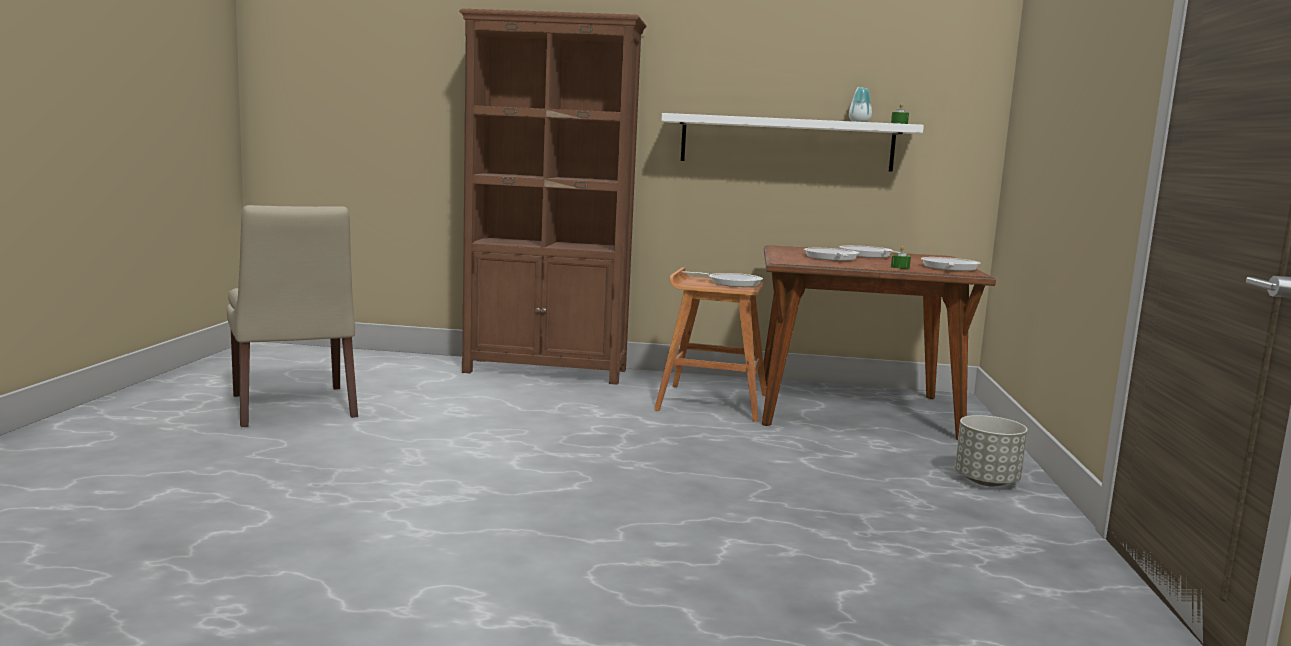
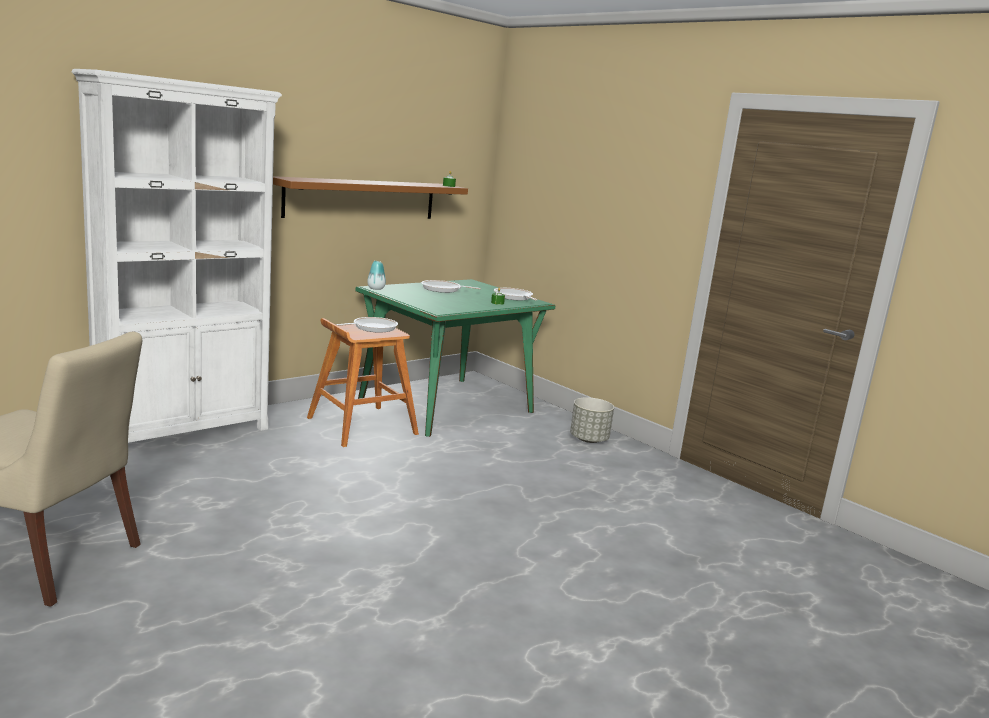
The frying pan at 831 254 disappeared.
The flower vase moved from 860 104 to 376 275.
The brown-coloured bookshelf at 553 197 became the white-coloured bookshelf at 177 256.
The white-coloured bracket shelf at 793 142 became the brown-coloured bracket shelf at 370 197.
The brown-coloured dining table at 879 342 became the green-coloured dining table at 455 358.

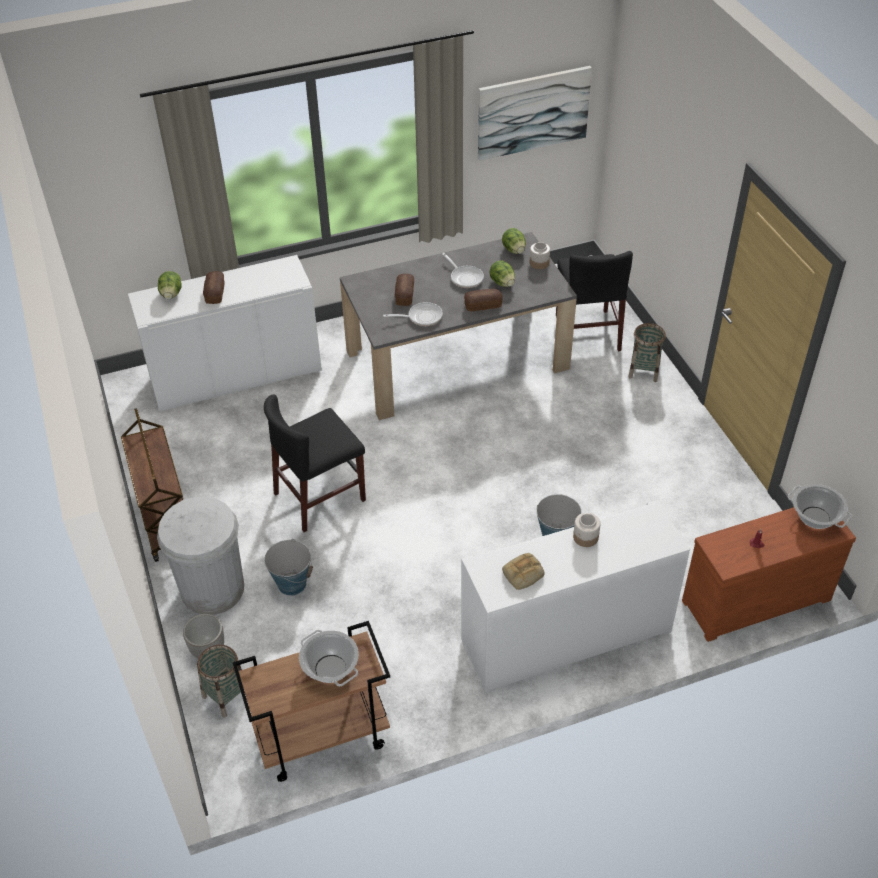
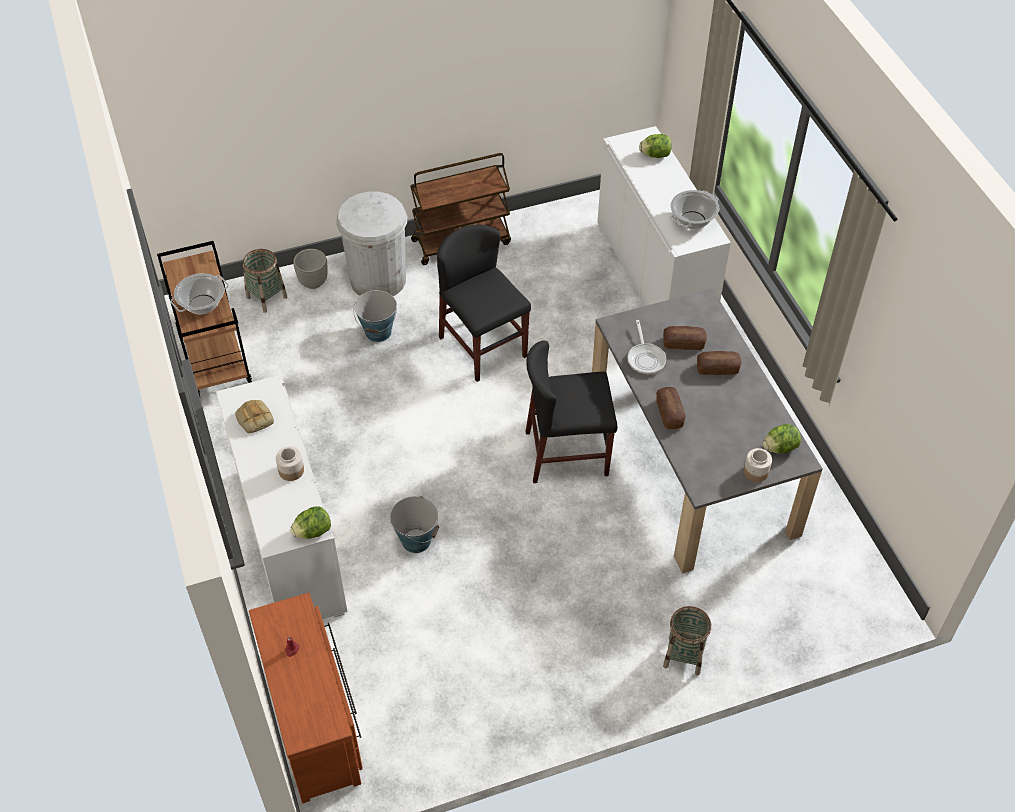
The frying pan at 463 270 disappeared.
The picture at 535 113 disappeared.
The baked bread moved from 214 287 to 719 363.
The lettuce moved from 502 273 to 310 523.
The blackish chair moved from 594 301 to 571 412.
The stockpot moved from 820 506 to 695 209.

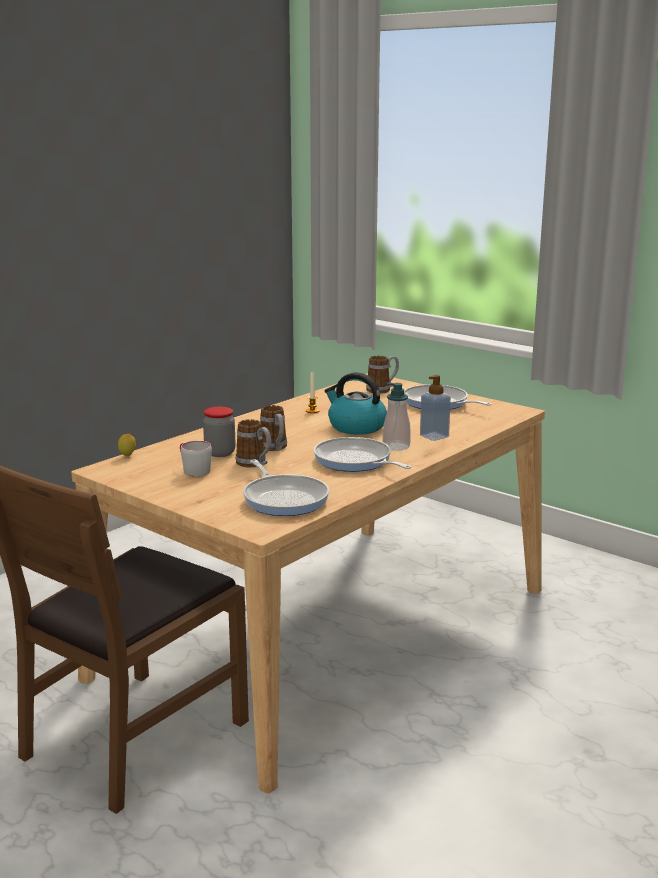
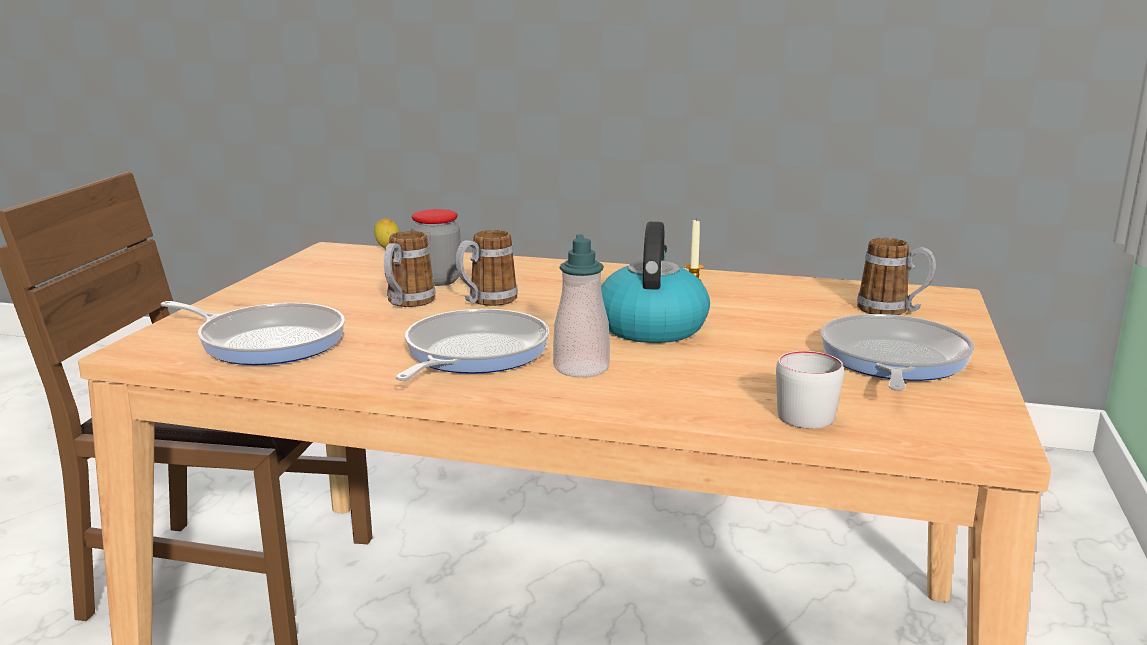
The liquid soap bottle at 435 408 disappeared.
The gray mug moved from 196 458 to 810 390.
The frying pan at 286 488 turned 105 degrees counterclockwise.

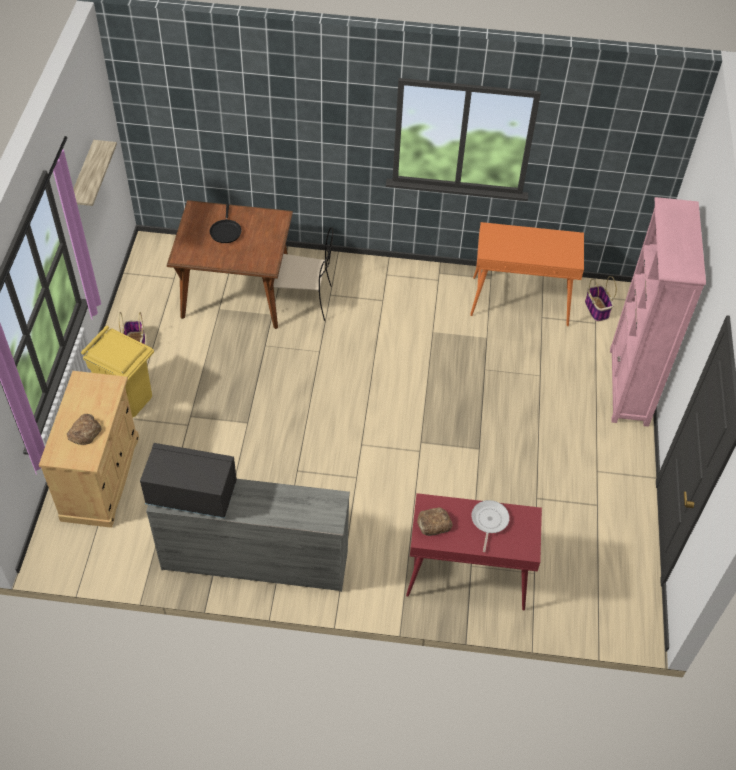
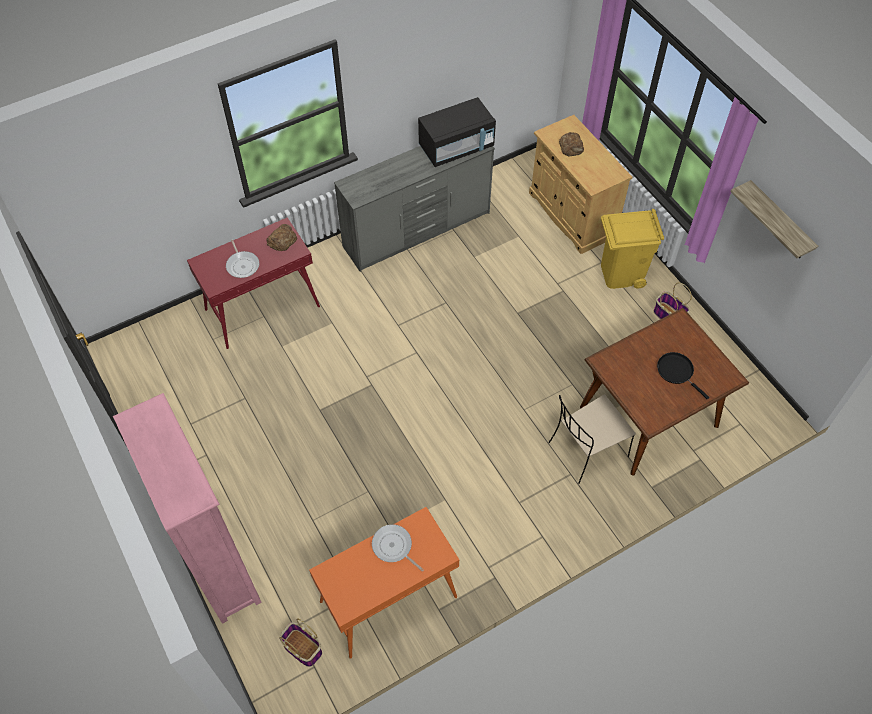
The frying pan at 398 548 appeared.

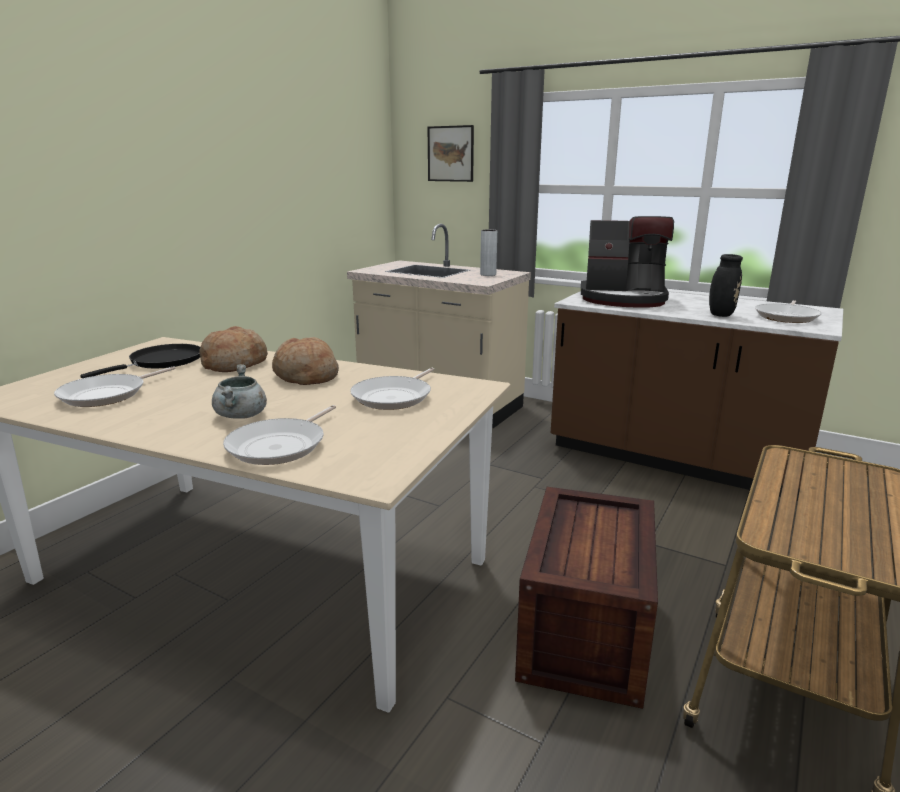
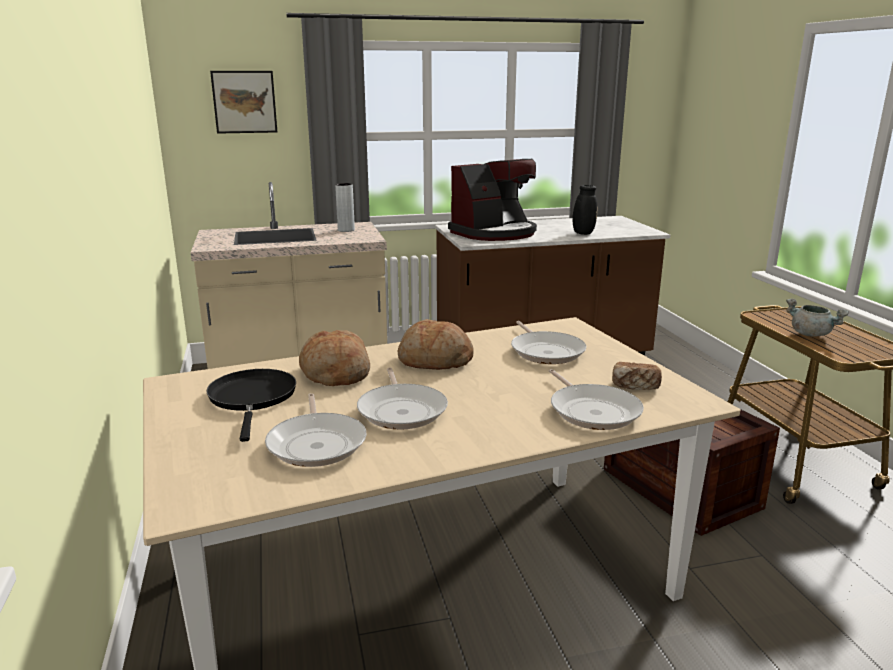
The baked bread at 637 376 appeared.
The gray stockpot moved from 239 391 to 817 317.
The frying pan moved from 788 311 to 402 398.

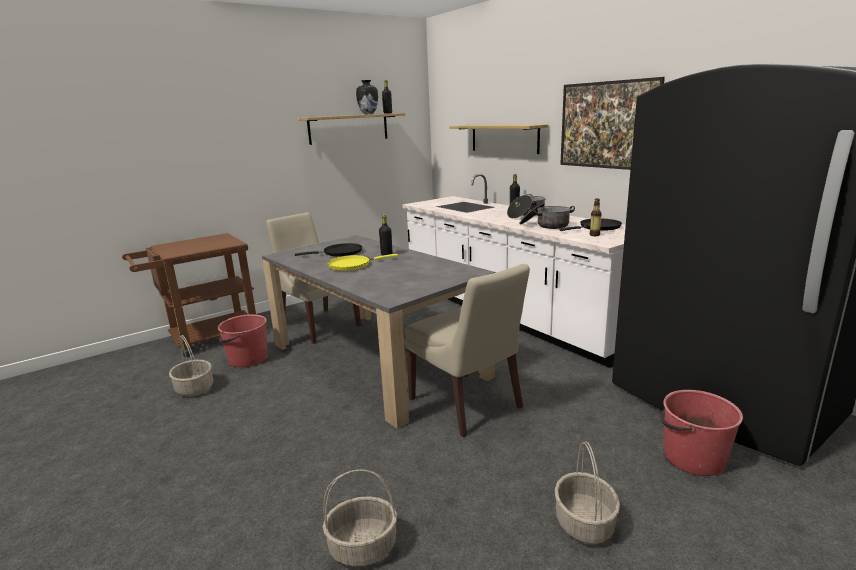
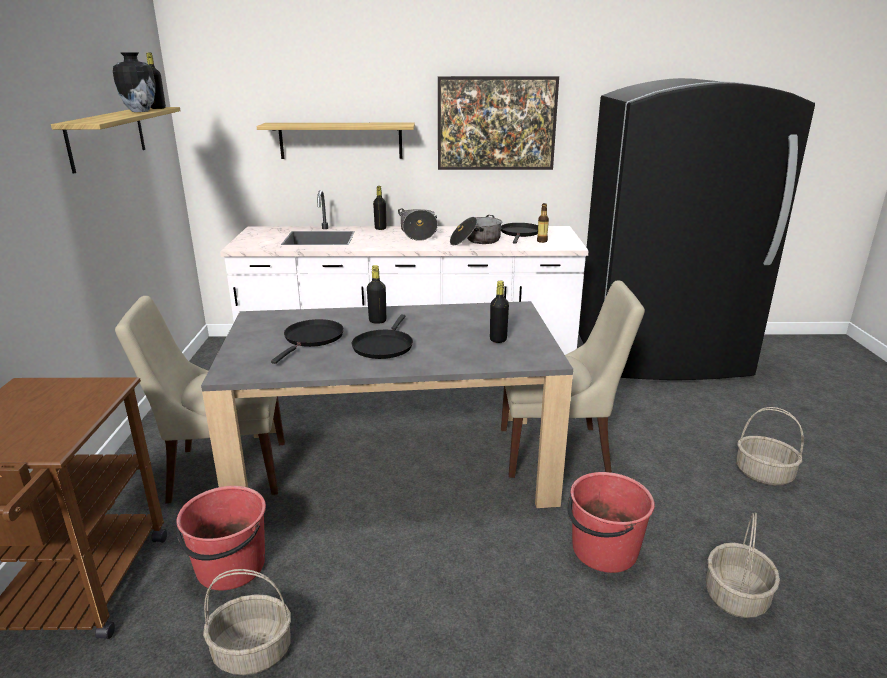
The blackish drink bottle at 499 311 appeared.
The reddish bucket moved from 701 433 to 611 522.
The yellow frying pan at 362 262 became the blackish frying pan at 382 337.

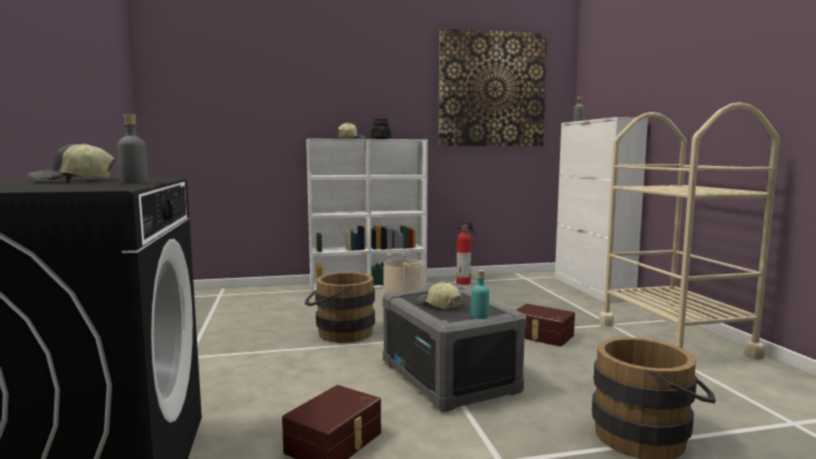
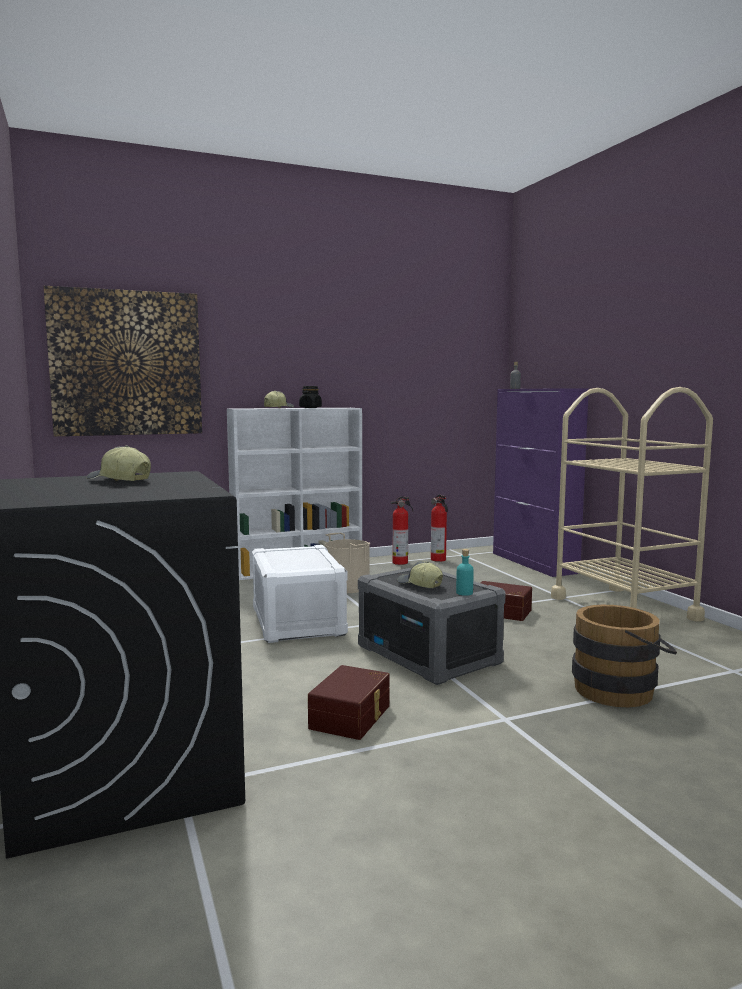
The gray drink bottle at 132 149 disappeared.
The extinguisher at 439 528 appeared.
The picture moved from 492 87 to 122 361.
The brown-coloured bucket at 340 307 was replaced by the white-coloured storage bin at 300 594.
The white-coloured storage cabinet at 601 210 became the purple storage cabinet at 541 482.
The cap at 71 162 turned 60 degrees clockwise.

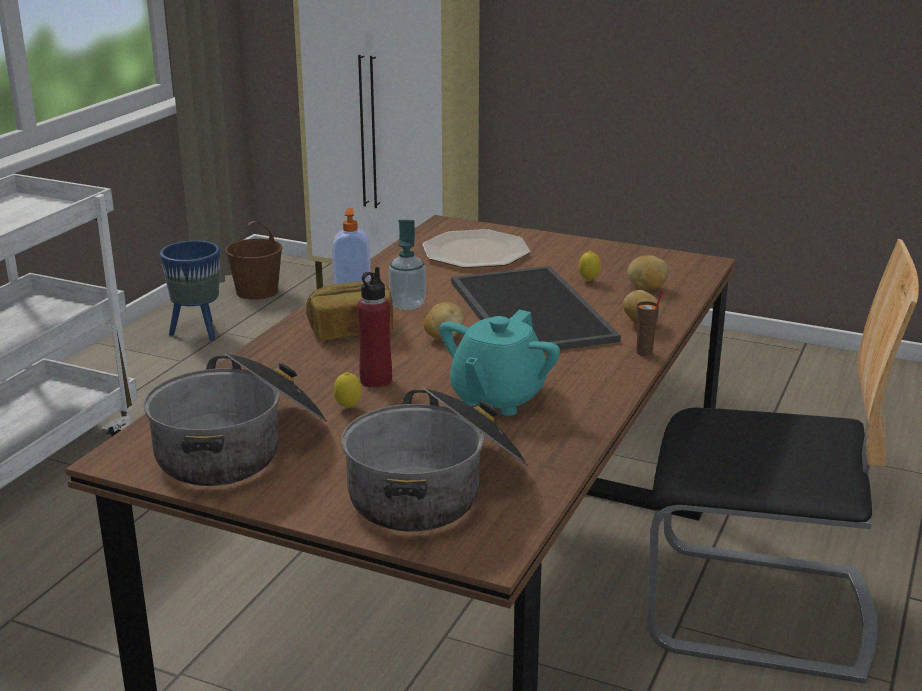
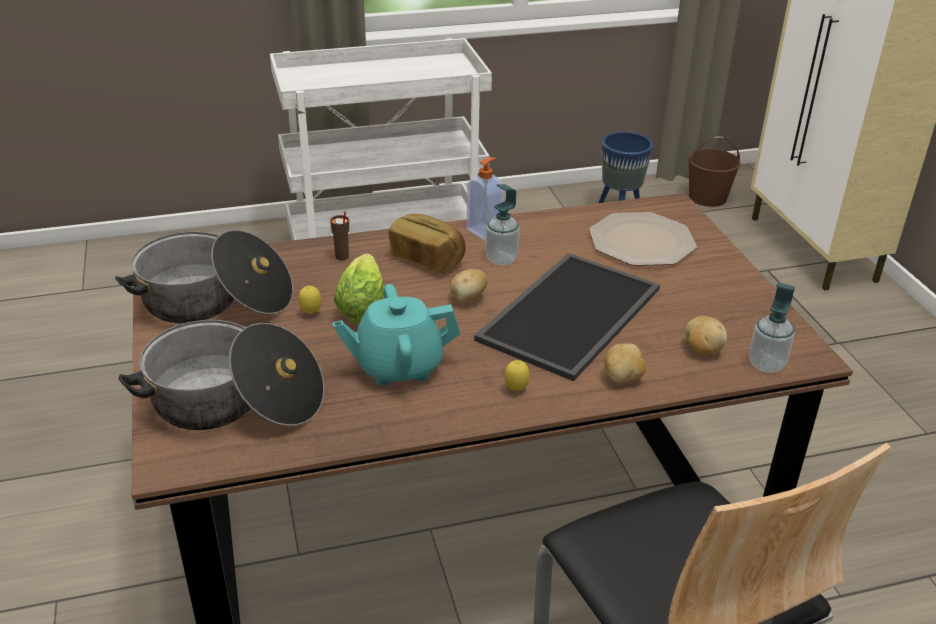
The liquid soap bottle at 772 327 appeared.
The whole lemon moved from 590 266 to 517 375.
The brown-coloured small cup moved from 650 323 to 339 236.
The reddish drink bottle at 374 327 was replaced by the lettuce at 359 289.

